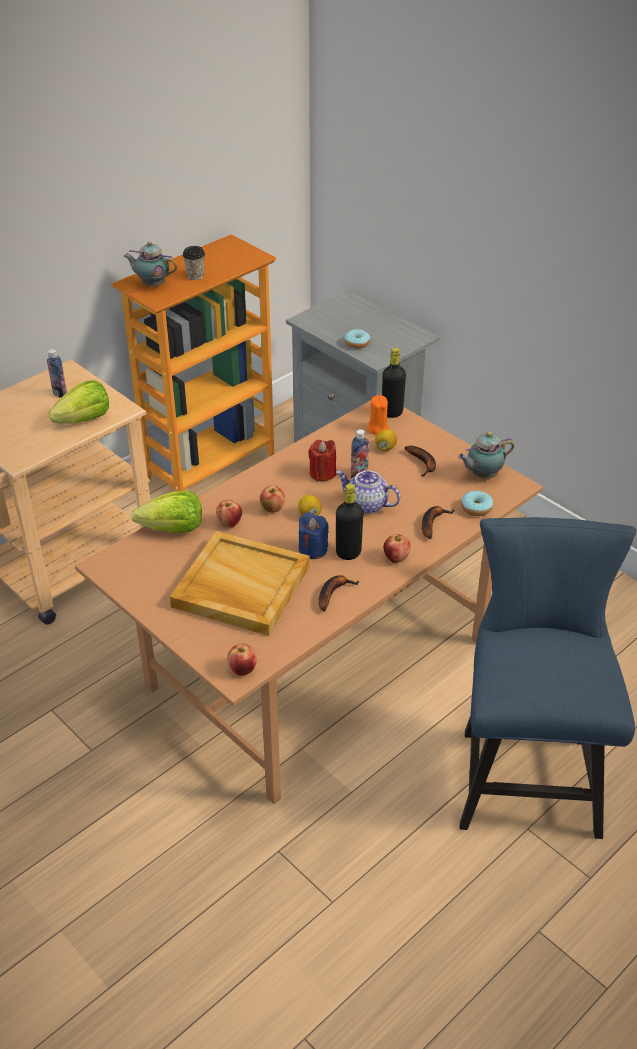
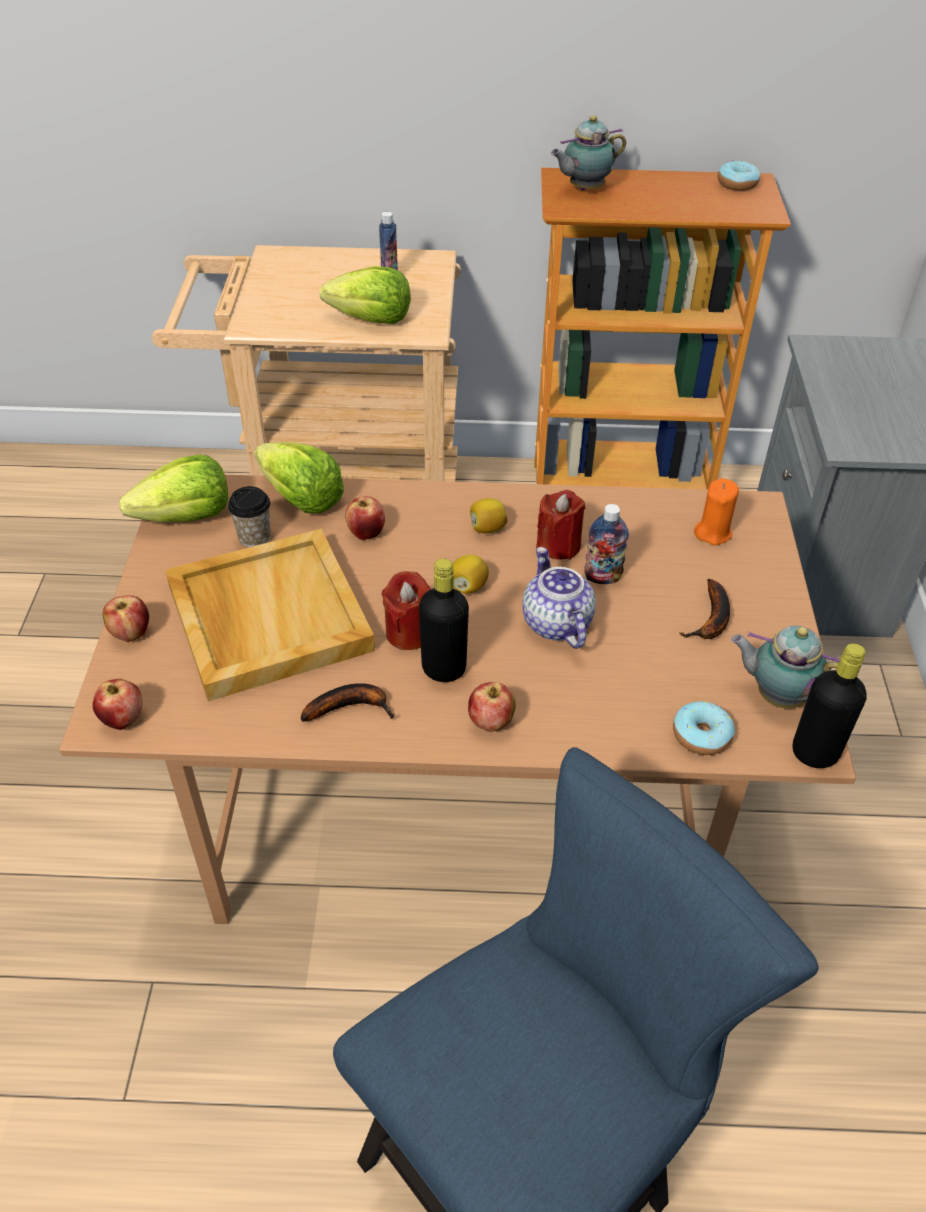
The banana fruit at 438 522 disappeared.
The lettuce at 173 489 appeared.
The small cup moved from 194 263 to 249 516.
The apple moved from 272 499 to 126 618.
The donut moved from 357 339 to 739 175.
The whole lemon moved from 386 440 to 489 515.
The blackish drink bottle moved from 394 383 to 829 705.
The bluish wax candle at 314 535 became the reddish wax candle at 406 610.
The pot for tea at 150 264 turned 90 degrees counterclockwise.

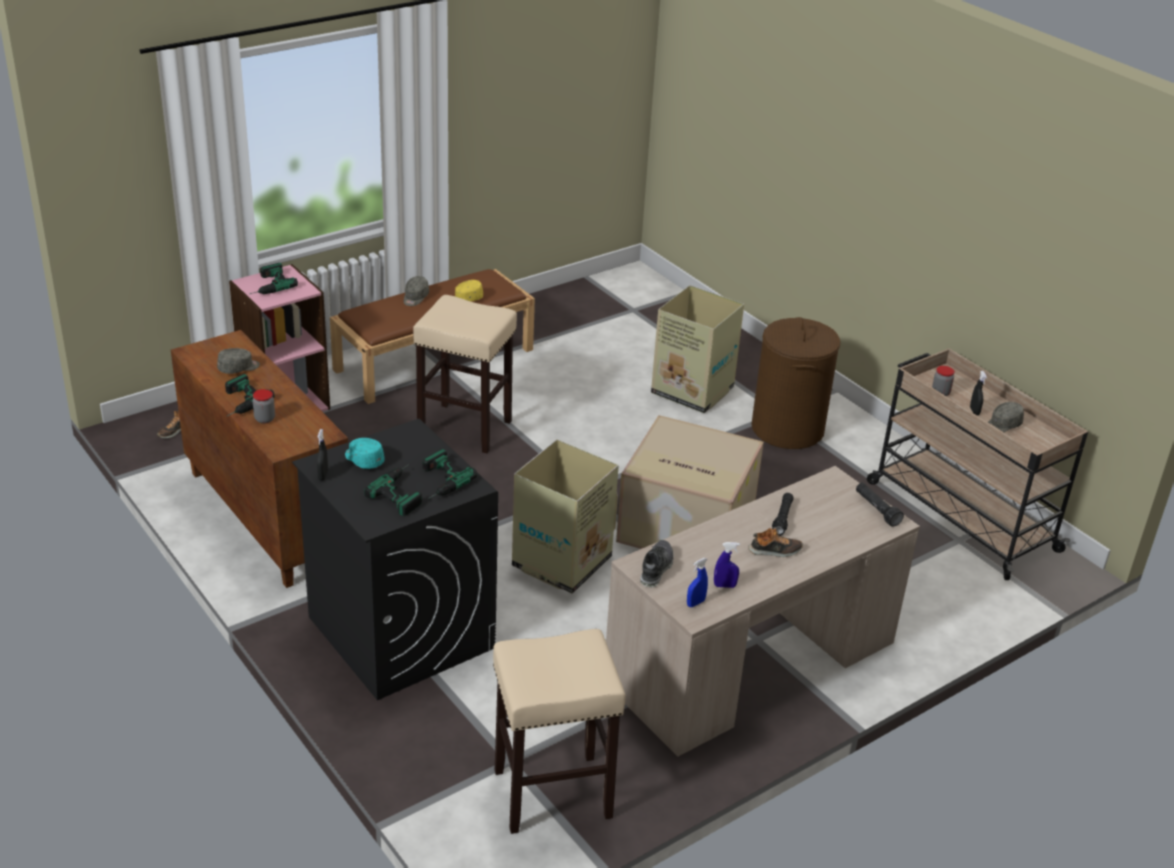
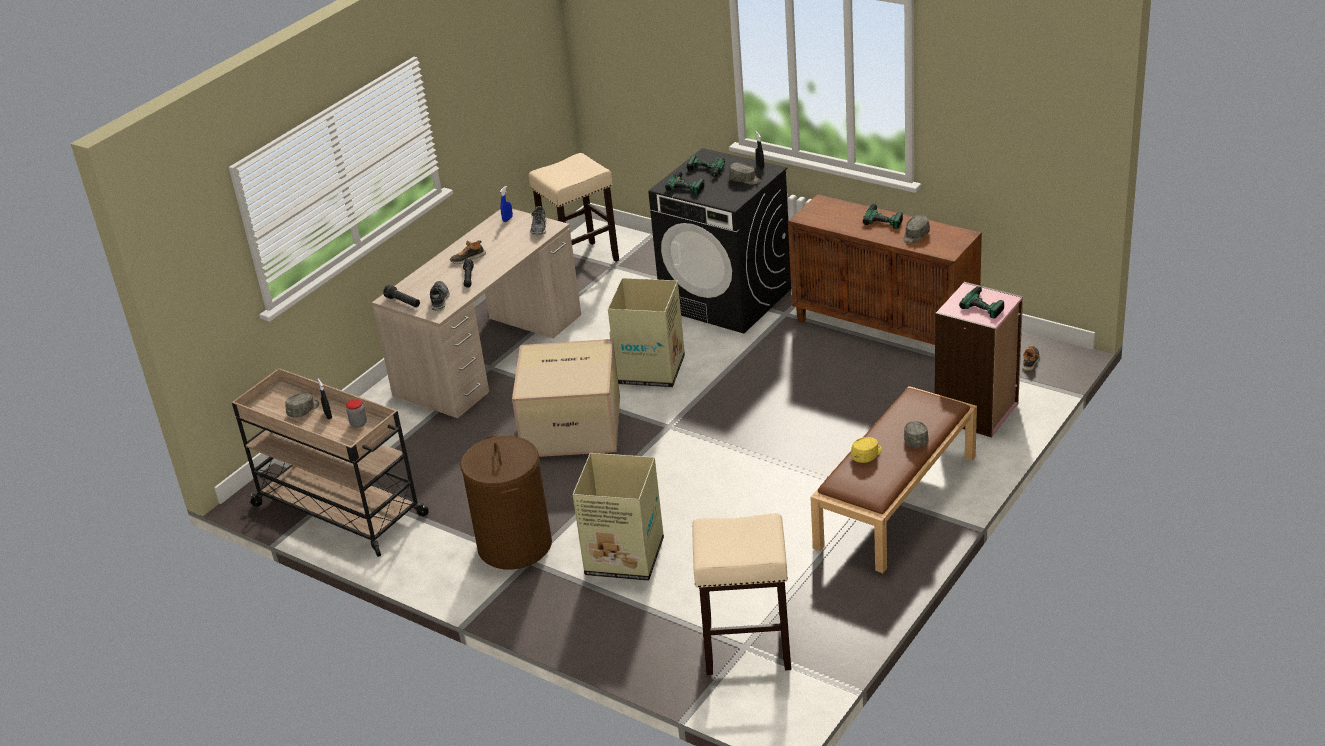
The storage jar at 264 406 disappeared.
The bluish sprayer at 727 565 disappeared.
The item of footwear at 440 296 appeared.
The beige stool moved from 465 374 to 741 594.
The turquoise-coloured cap at 365 453 became the gray cap at 745 173.

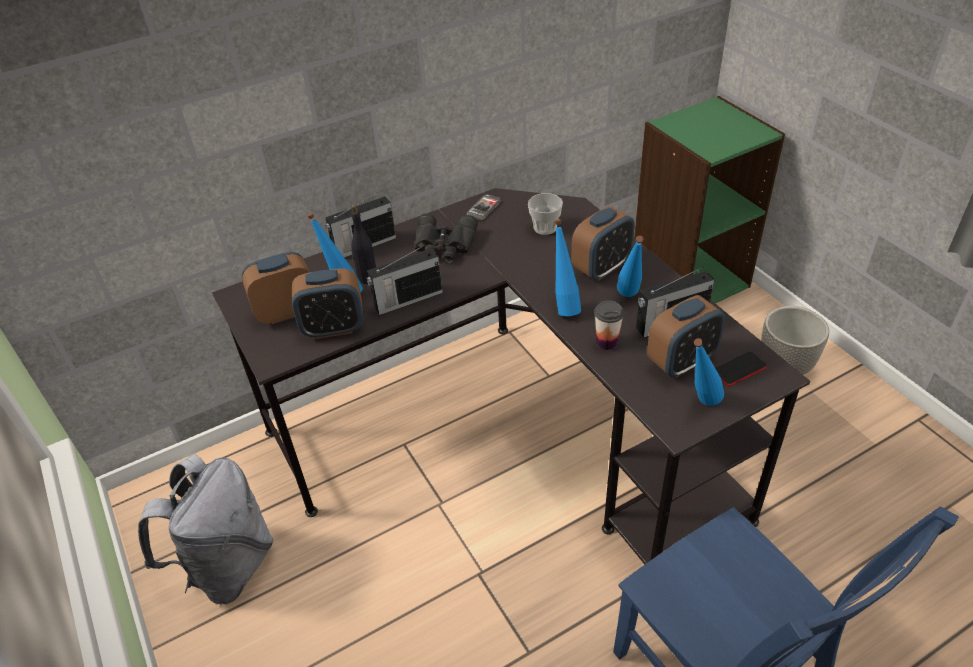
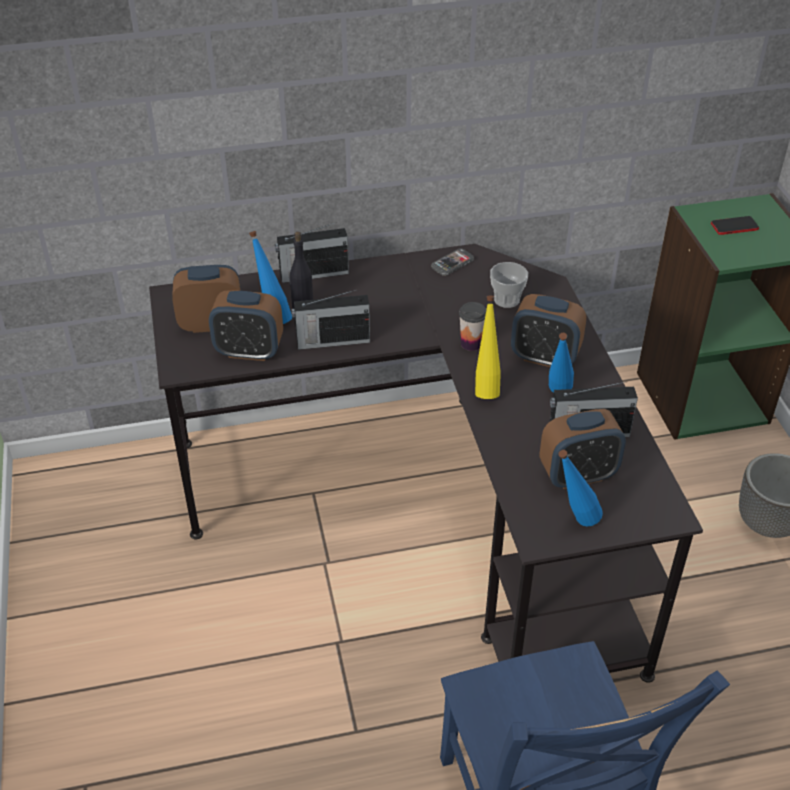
The gray rucksack at 205 529 disappeared.
The blackish binoculars at 446 238 disappeared.
The small cup moved from 609 325 to 473 326.
The telephone moved from 741 368 to 735 225.
The bluish drink bottle at 567 267 became the yellow drink bottle at 488 347.
The table clock at 603 243 turned 45 degrees clockwise.

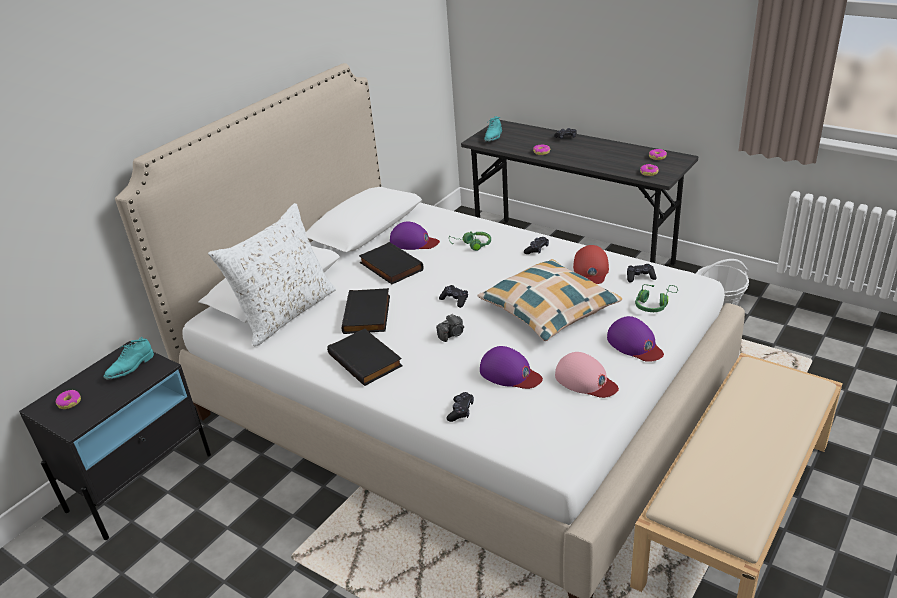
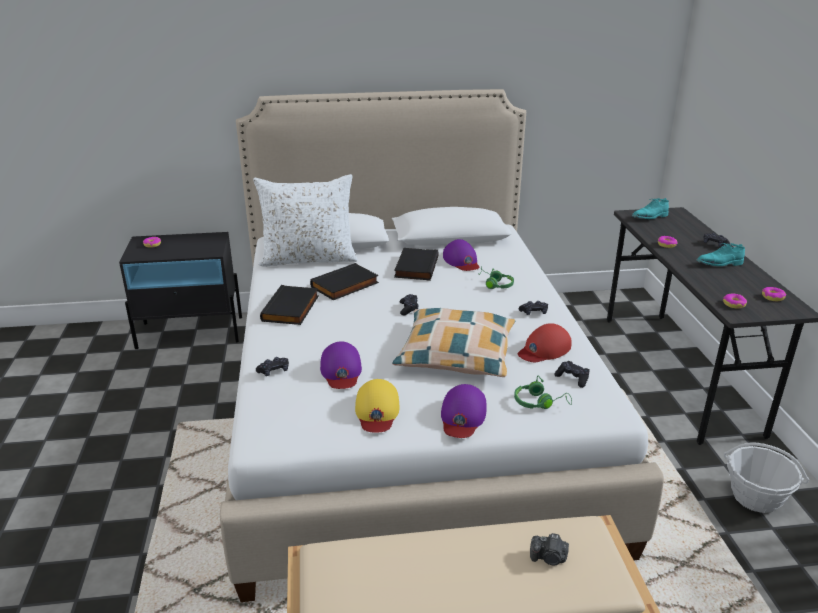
The turquoise-coloured item of footwear moved from 129 358 to 721 254.
The photo camera moved from 450 328 to 549 549.
The pink cap at 587 375 became the yellow cap at 377 406.

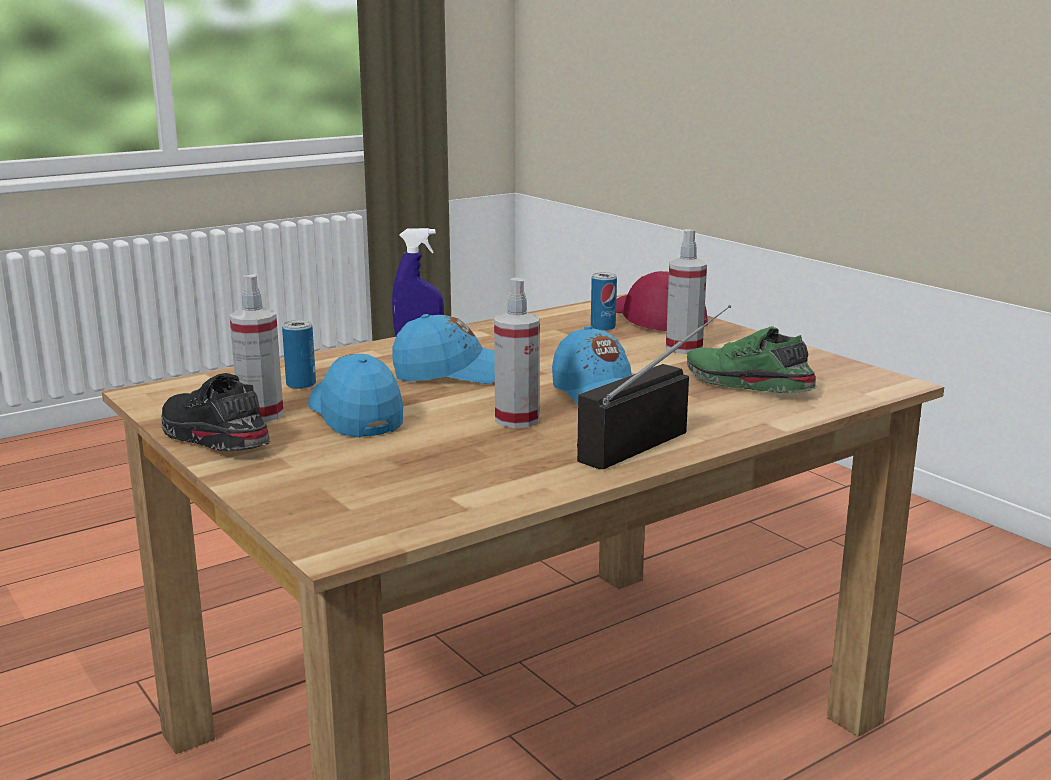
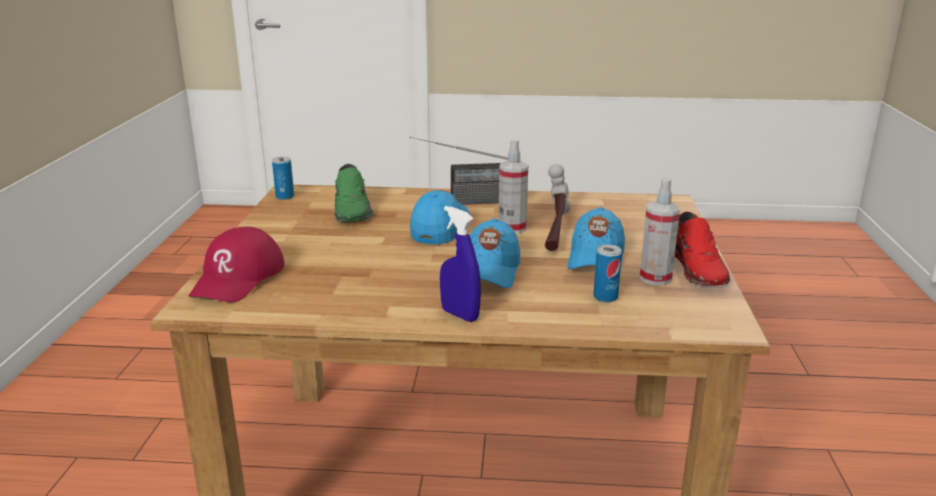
The sprayer at 686 291 disappeared.
The hand hammer at 558 207 appeared.
The metal can moved from 604 301 to 283 178.
The blackish item of footwear at 216 412 became the reddish item of footwear at 702 249.
The bluish cap at 443 349 turned 120 degrees counterclockwise.

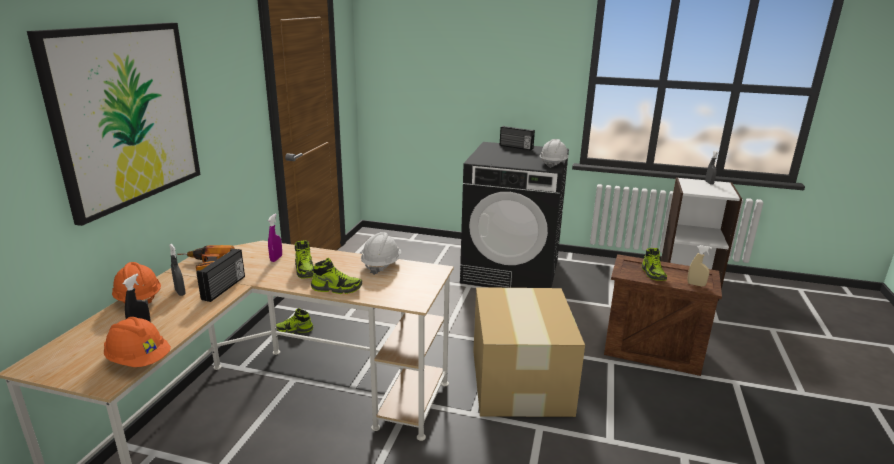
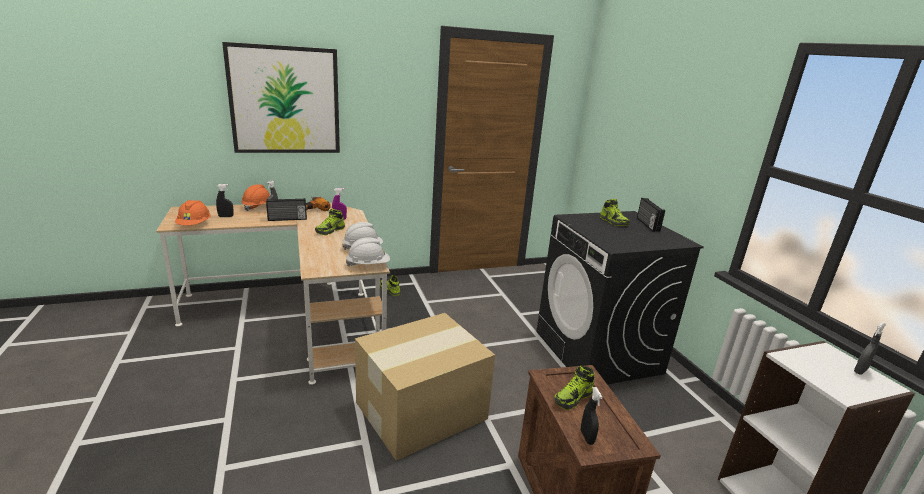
The item of footwear moved from 336 276 to 615 212.
The white-coloured work helmet moved from 554 153 to 368 251.
The beige sprayer at 699 265 became the blackish sprayer at 592 416.

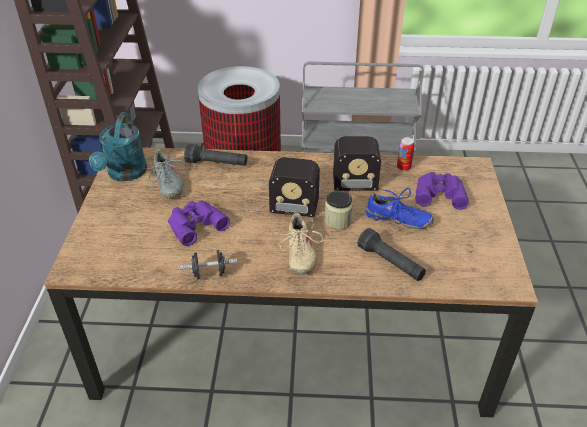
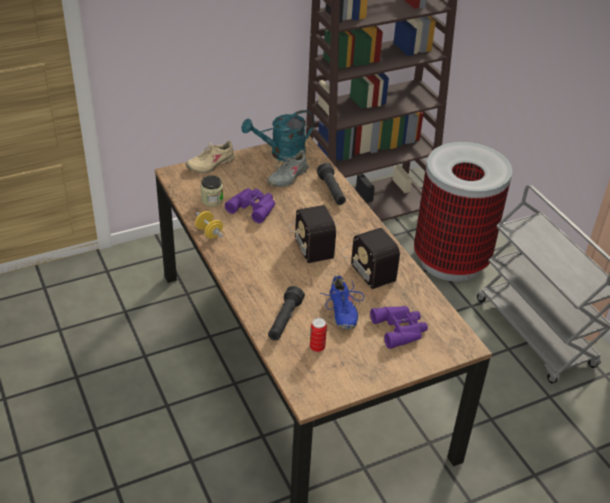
The beige item of footwear moved from 299 244 to 210 156.
The storage jar moved from 338 210 to 211 191.
The metal can moved from 406 154 to 318 335.
The blackish dumbbell at 208 264 became the yellow dumbbell at 209 225.

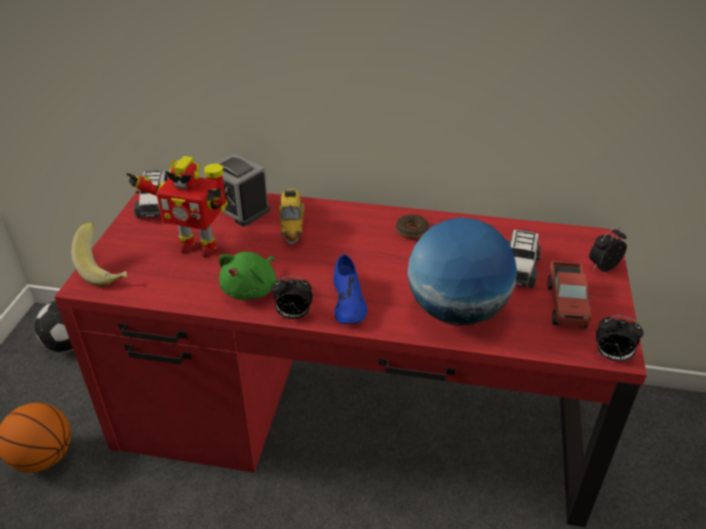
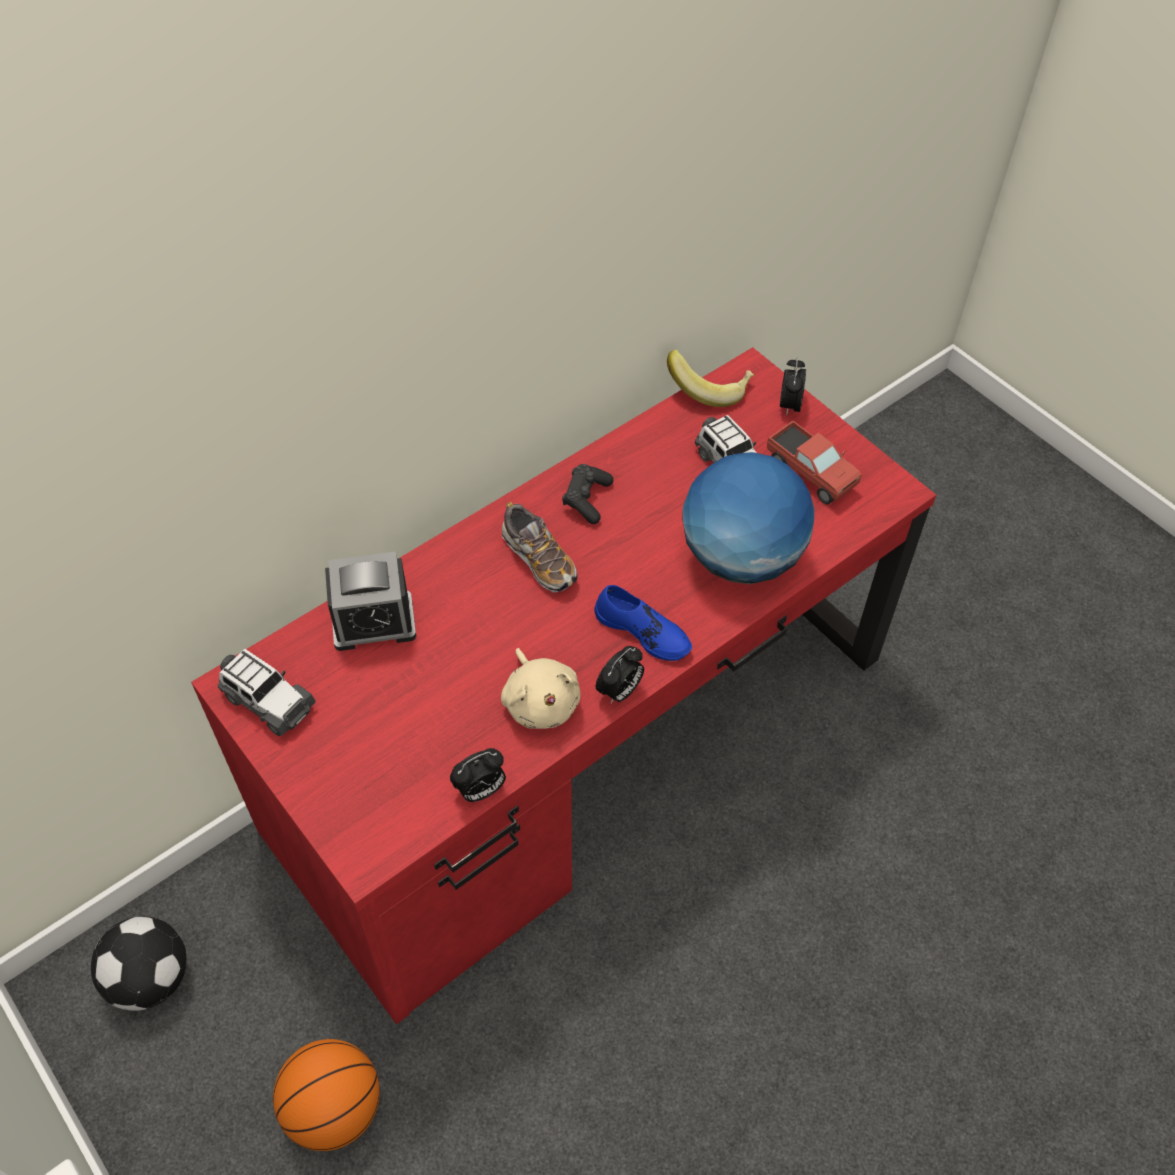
The robot figure at 177 206 disappeared.
The toy car at 292 216 disappeared.
The item of footwear at 539 547 appeared.
The banana fruit moved from 99 254 to 710 378.
The table clock moved from 620 338 to 478 775.
The donut at 412 226 was replaced by the blackish joypad at 587 494.
The green-coloured plush toy at 248 276 became the beige plush toy at 541 688.

